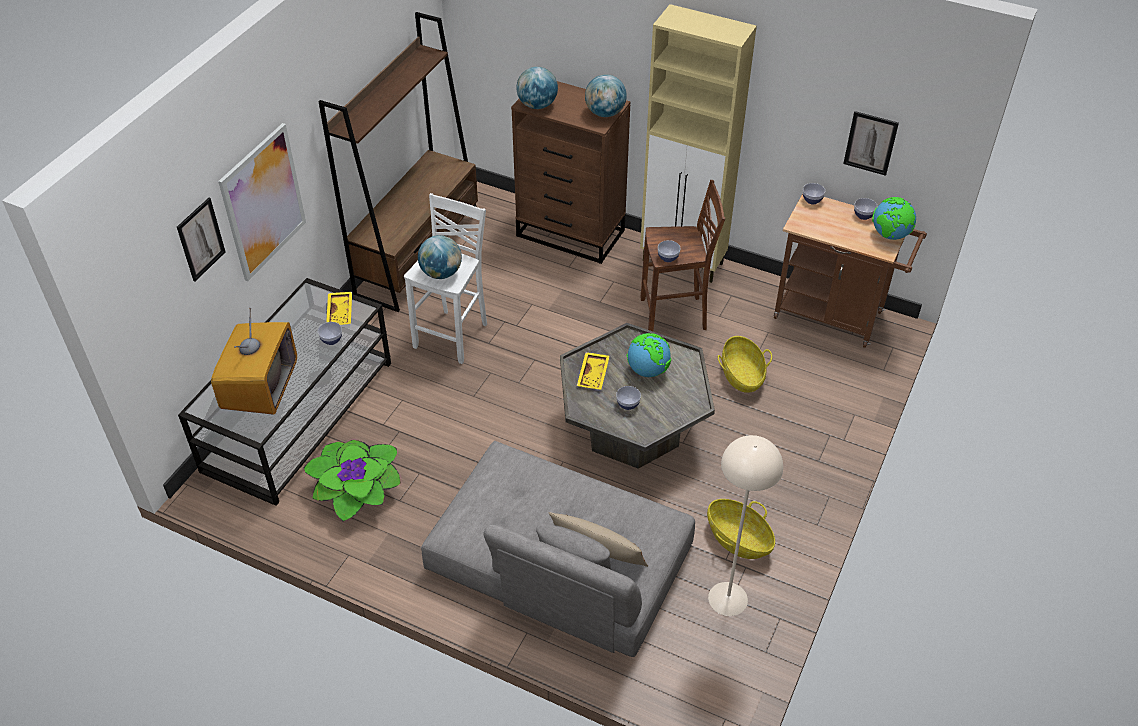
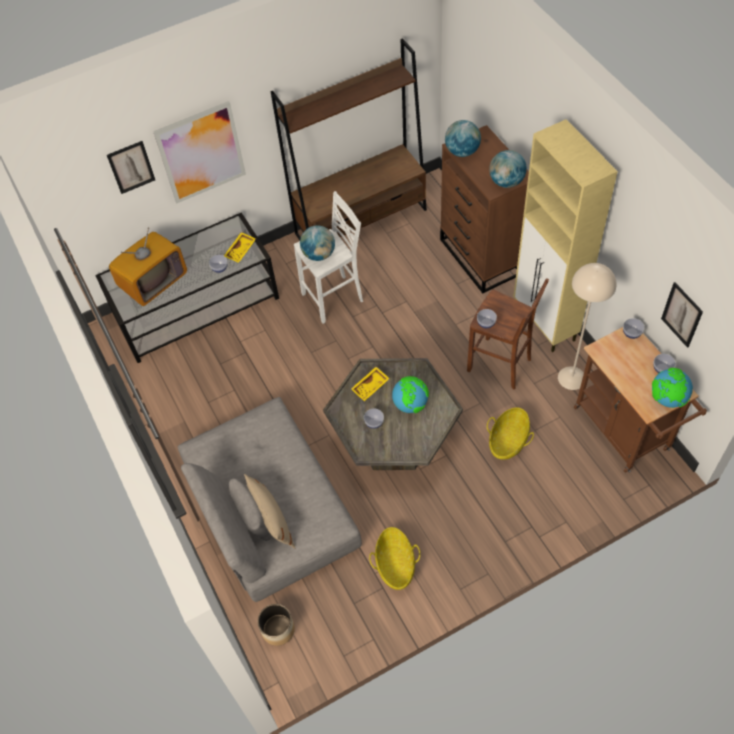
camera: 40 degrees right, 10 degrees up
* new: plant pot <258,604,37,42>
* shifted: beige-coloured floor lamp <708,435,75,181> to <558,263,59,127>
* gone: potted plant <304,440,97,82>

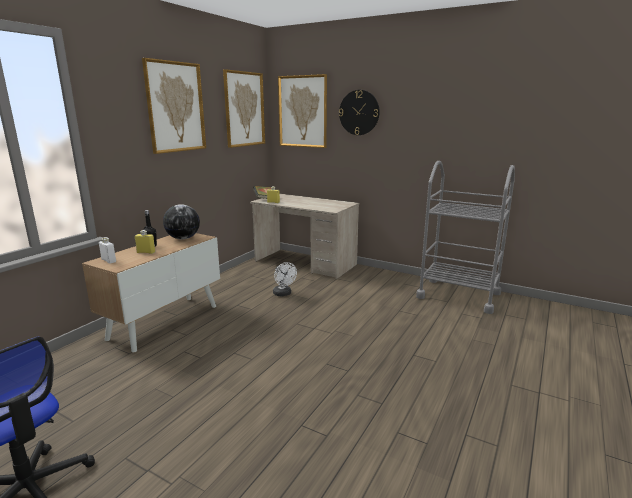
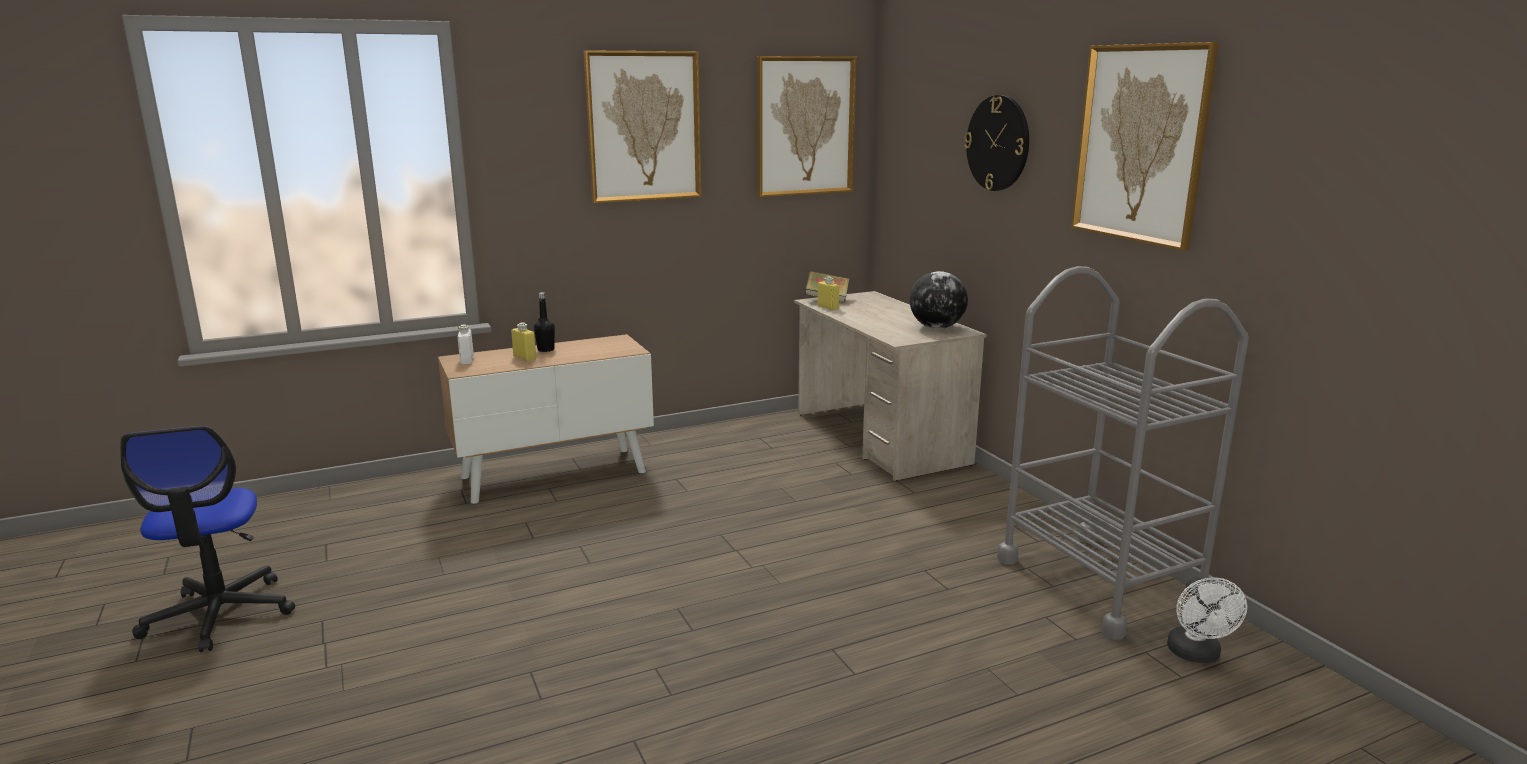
camera: 35 degrees right, 0 degrees up
* shifted: desk globe <163,204,37,35> to <910,271,58,58>
* shifted: wall picture <278,74,49,74> to <1071,42,148,208>
* shifted: white cooling fan <273,262,24,34> to <1167,577,80,86>

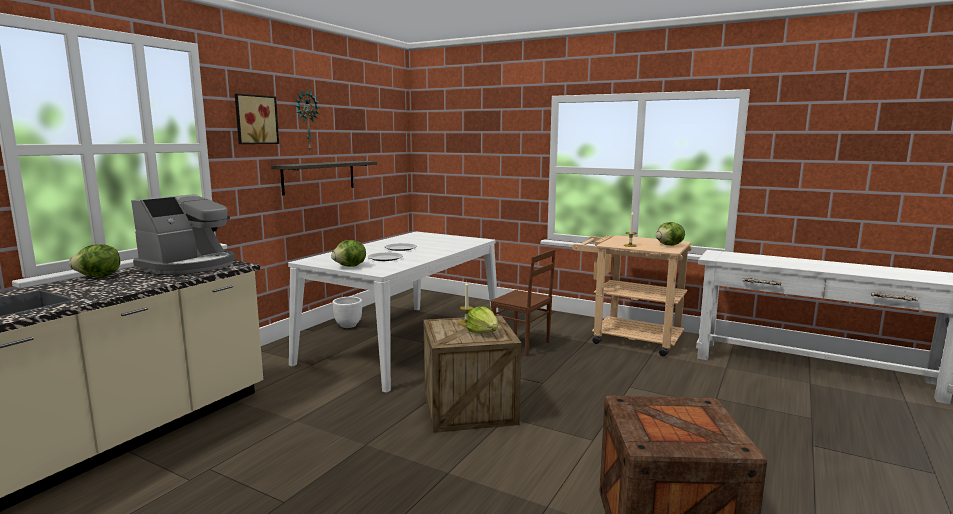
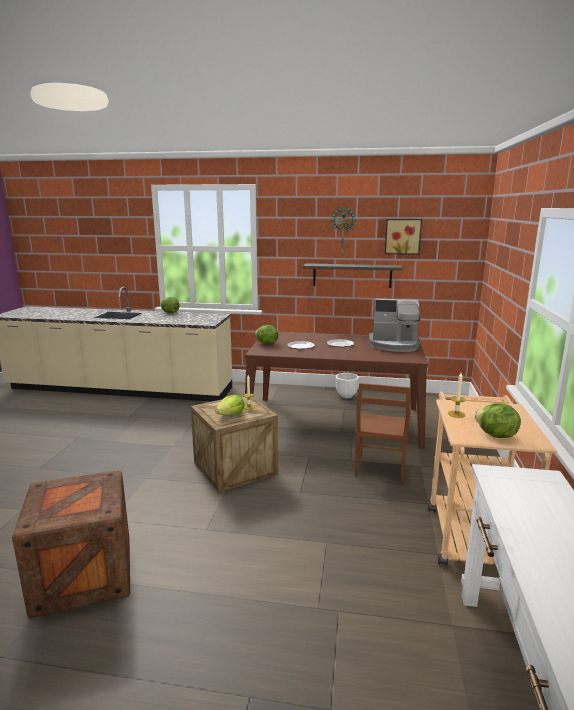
camera: 70 degrees right, 5 degrees up
* repainted: white kitchen table <288,232,211,160> to brown kitchen table <245,332,183,117>
* shifted: coffee maker <131,194,104,81> to <369,299,51,53>
* shifted: wall picture <235,94,44,50> to <385,219,37,36>

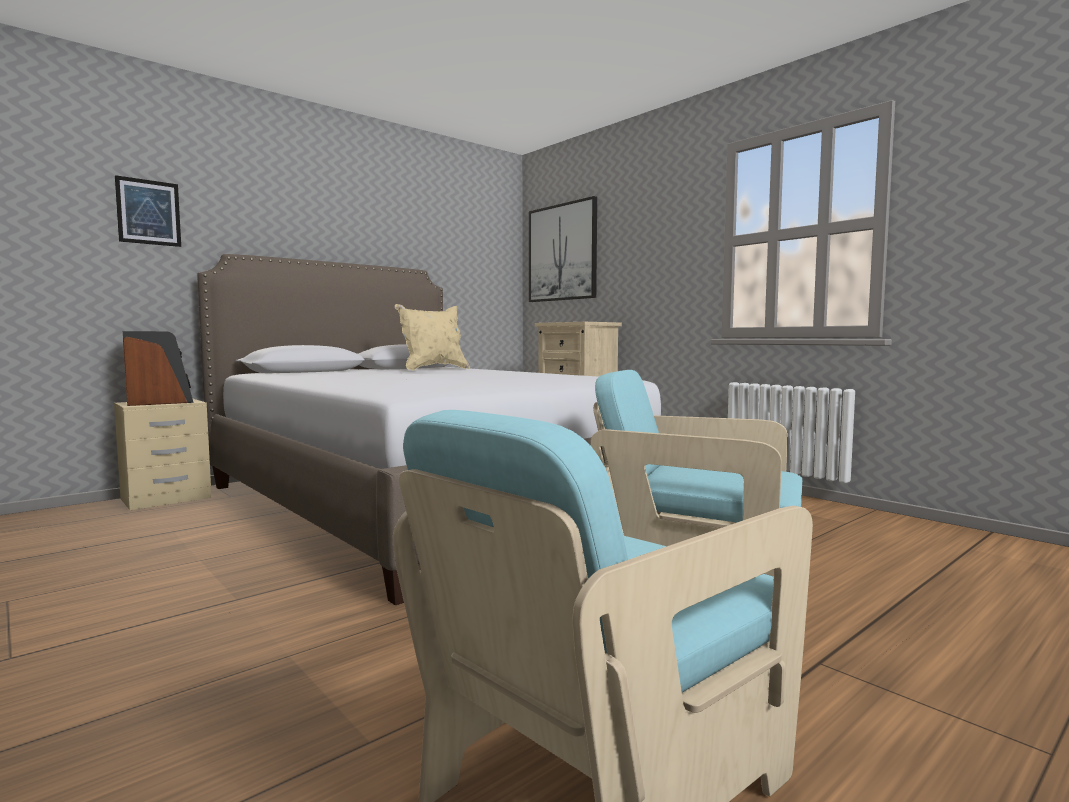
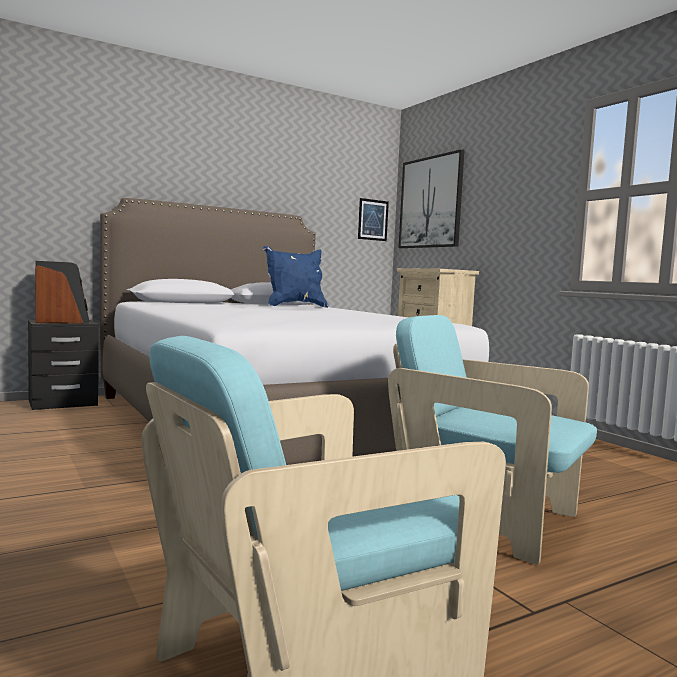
camera: 10 degrees right, 0 degrees up
* repainted: beige-coloured night table <114,398,97,112> to blackish night table <28,320,71,90>
* repainted: beige-coloured cushion <395,304,75,66> to bluish cushion <263,246,65,62>
* shifted: wall picture <115,175,66,72> to <358,198,31,43>

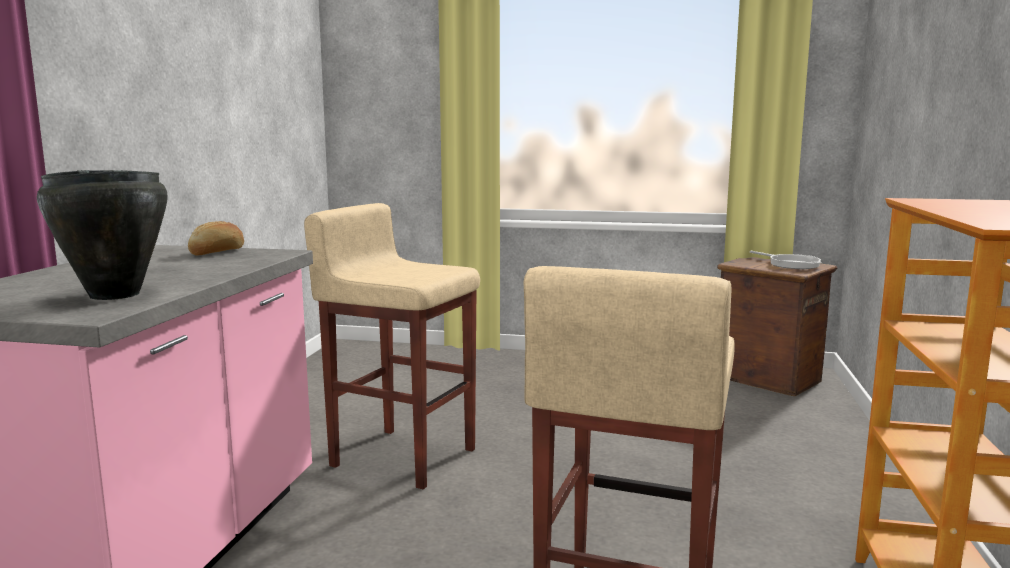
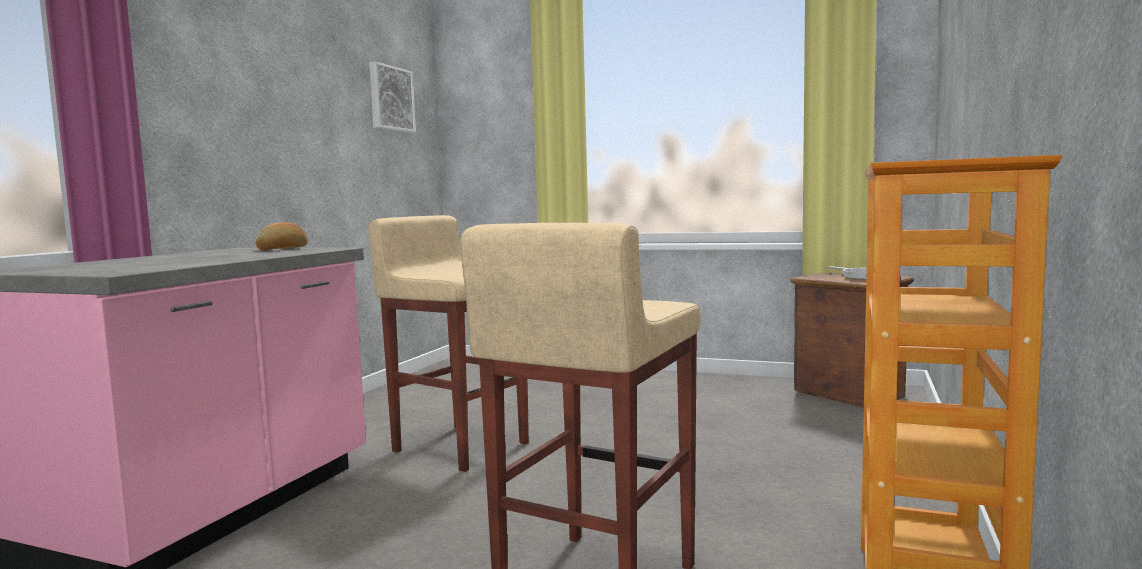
camera: 10 degrees right, 5 degrees down
* new: wall picture <369,62,47,71>
* gone: blackish stockpot <37,170,131,130>

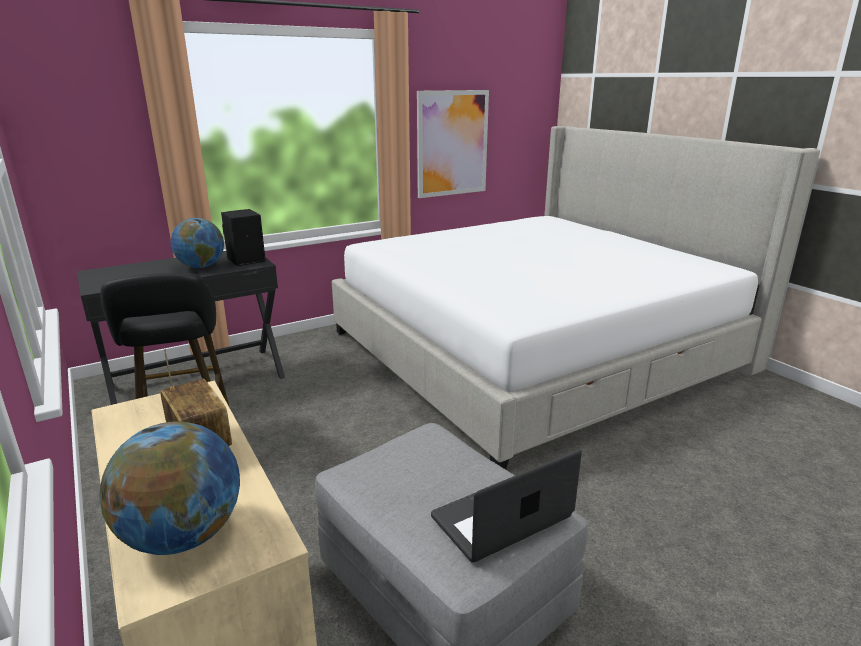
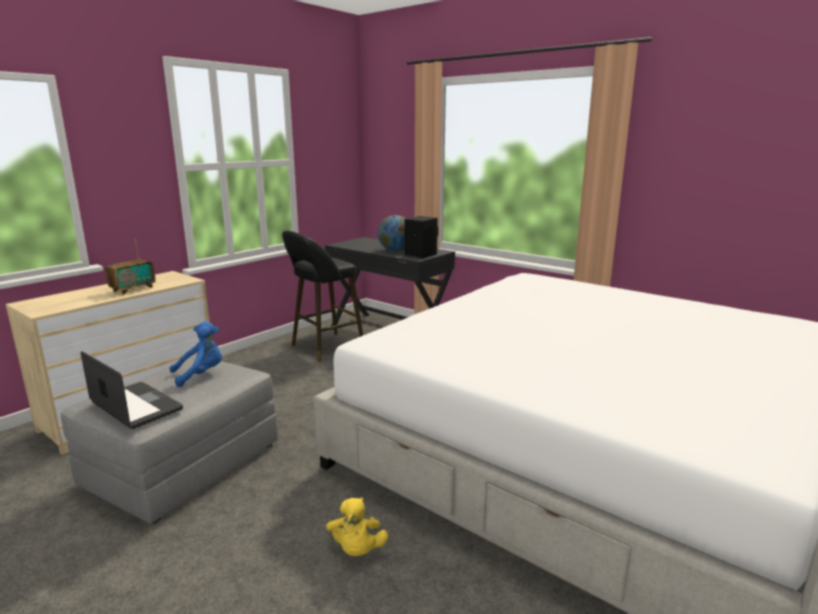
camera: 70 degrees right, 5 degrees down
* new: bluish cuddly toy <169,321,53,66>
* new: yellow cuddly toy <326,497,62,59>
* gone: desk globe <99,421,141,134>
* gone: wall picture <417,90,72,108>

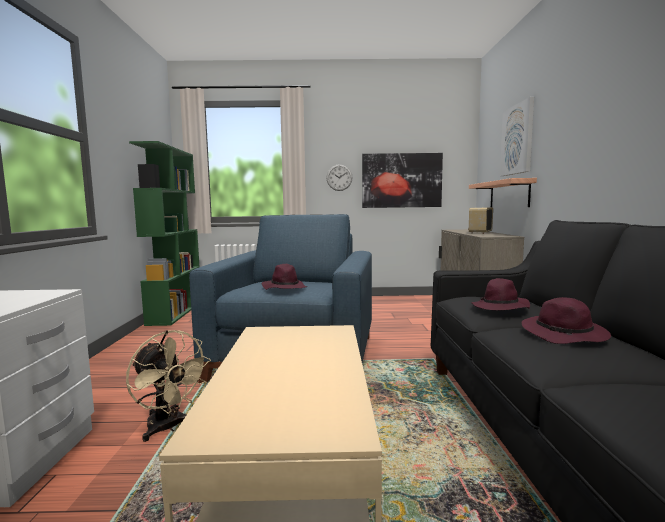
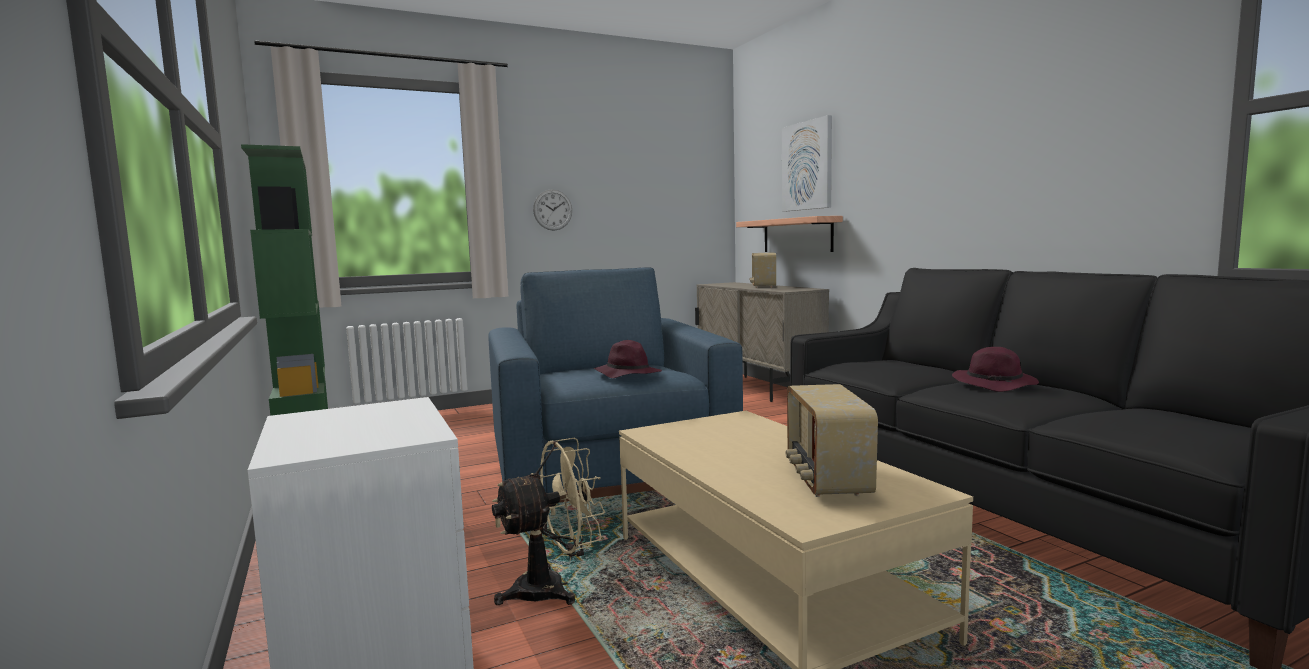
camera: 25 degrees left, 0 degrees up
* rotated: beige-coloured cooling fan <126,330,85,112> = <492,438,113,167> 45 degrees counterclockwise
* new: radio set <786,384,92,113>
* gone: wall picture <362,153,81,55>
* gone: purple hat <471,278,59,32>

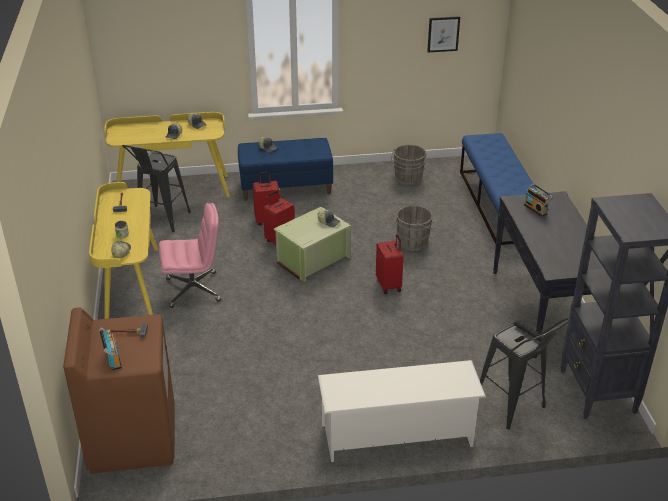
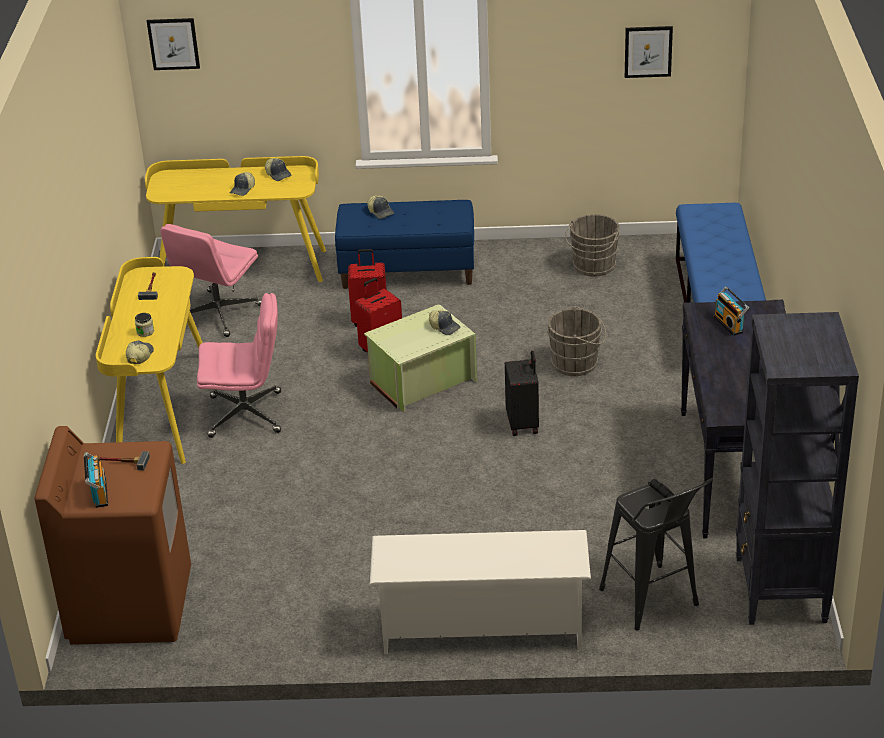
camera: 10 degrees right, 0 degrees up
* new: wall picture <147,18,53,52>
* swapped: blackish stool seat <122,145,69,87> to pinkish desk chair <161,224,101,113>
* repainted: red piece of luggage <376,234,28,60> to blackish piece of luggage <505,350,34,86>

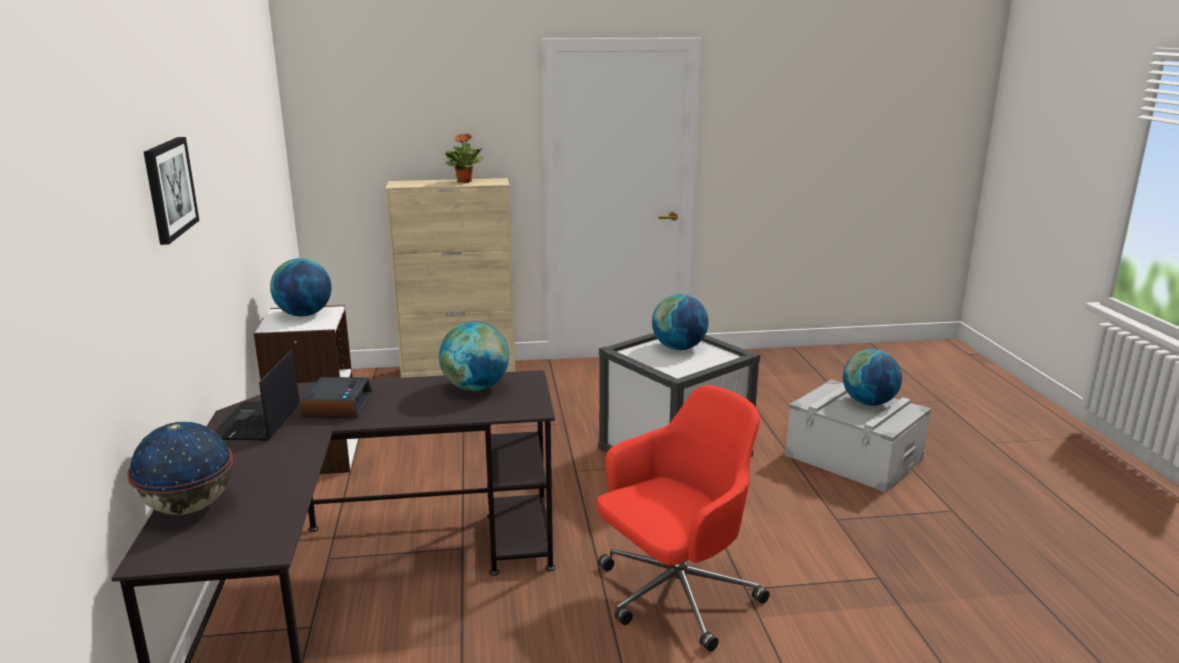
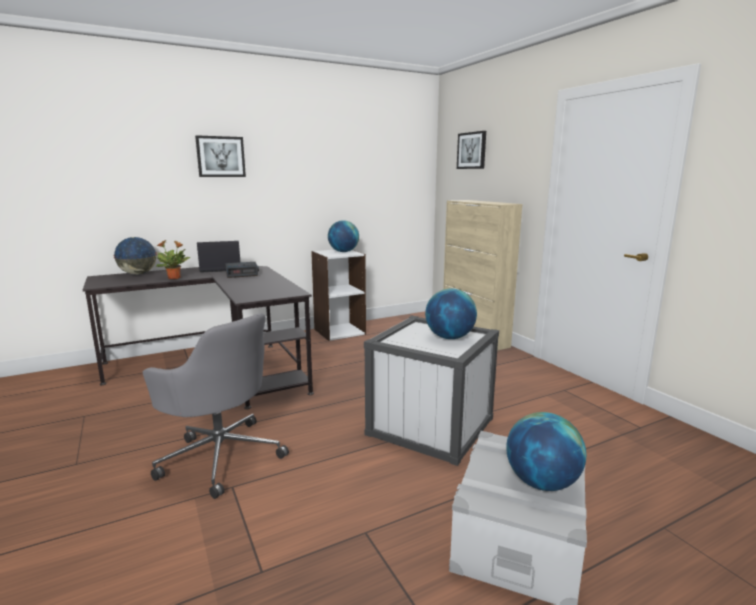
camera: 70 degrees right, 5 degrees down
* repainted: red desk chair <597,385,173,267> to gray desk chair <143,313,146,186>
* shifted: potted plant <445,133,39,50> to <154,240,36,39>
* new: wall picture <457,131,29,38>
* gone: desk globe <439,321,70,70>

